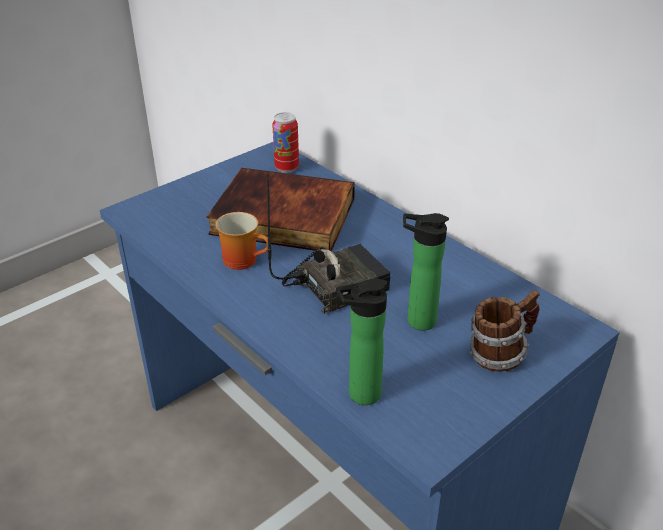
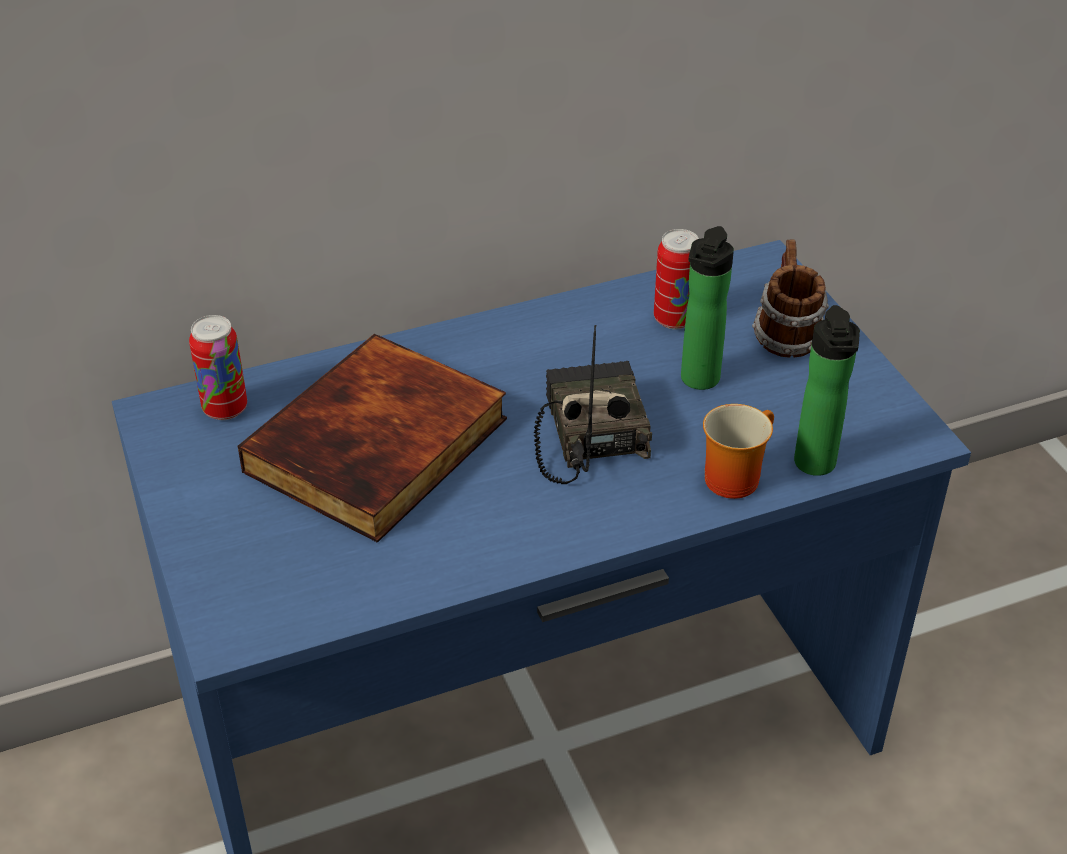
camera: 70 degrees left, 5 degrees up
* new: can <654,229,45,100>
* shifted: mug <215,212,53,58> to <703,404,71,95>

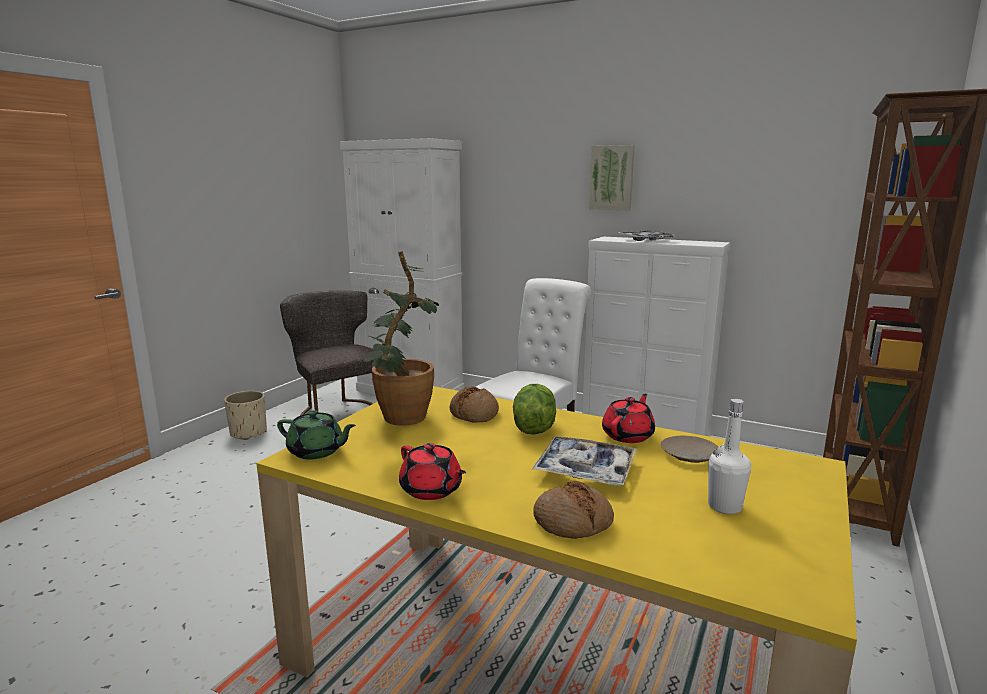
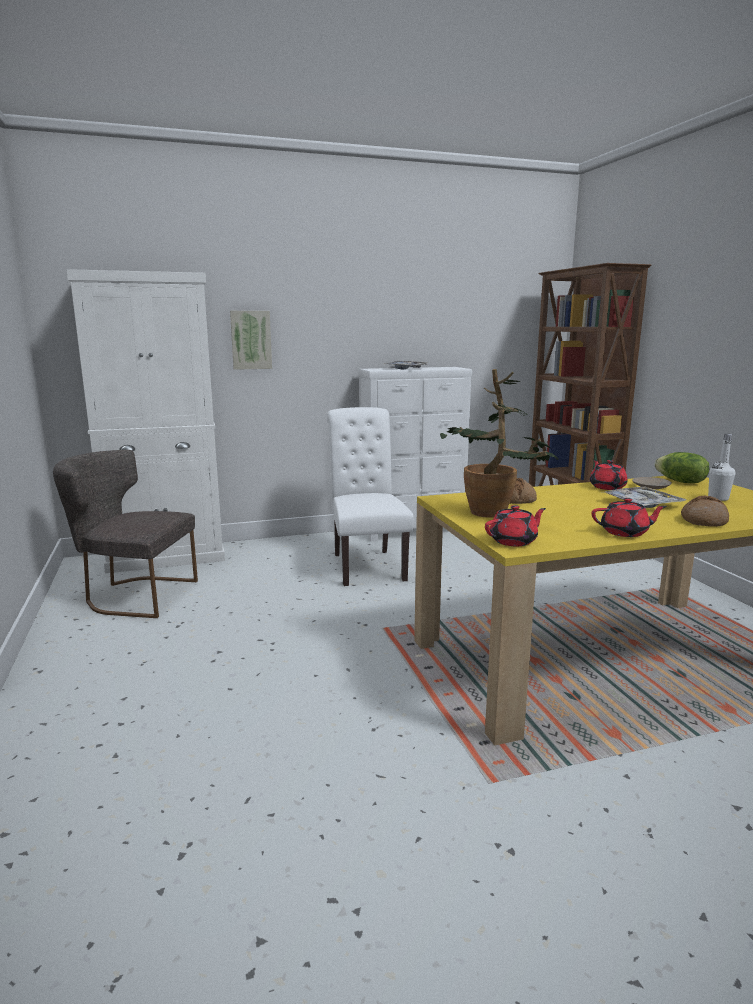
camera: 45 degrees left, 0 degrees up
* shifted: wall picture <589,145,46,65> to <230,311,42,59>
* repainted: green teapot <277,410,79,49> to red teapot <485,505,61,41>
* shifted: head of lettuce <513,384,43,51> to <655,452,54,31>
* gone: beige-coloured plant pot <224,391,43,49>

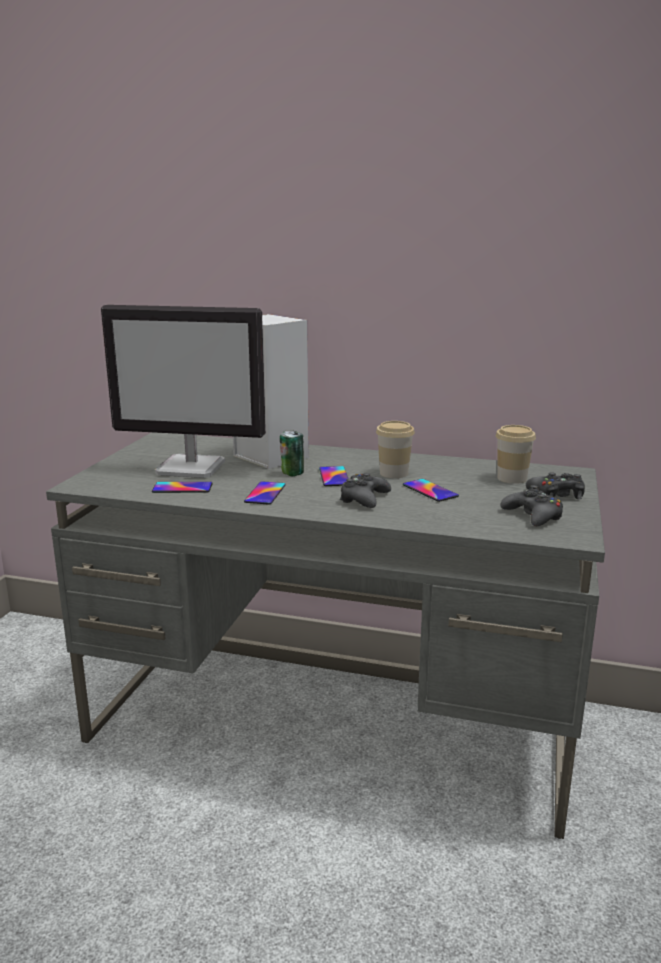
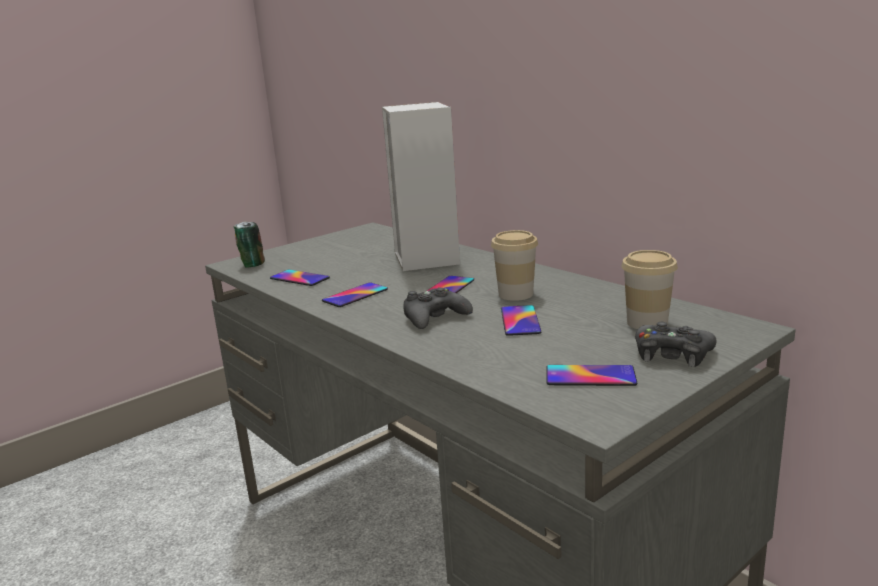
camera: 35 degrees right, 0 degrees up
* shifted: can <280,431,24,45> to <234,222,31,45>
* swapped: blackish game controller <500,485,63,41> to handset <546,365,92,21>
* gone: computer screen <101,305,165,173>

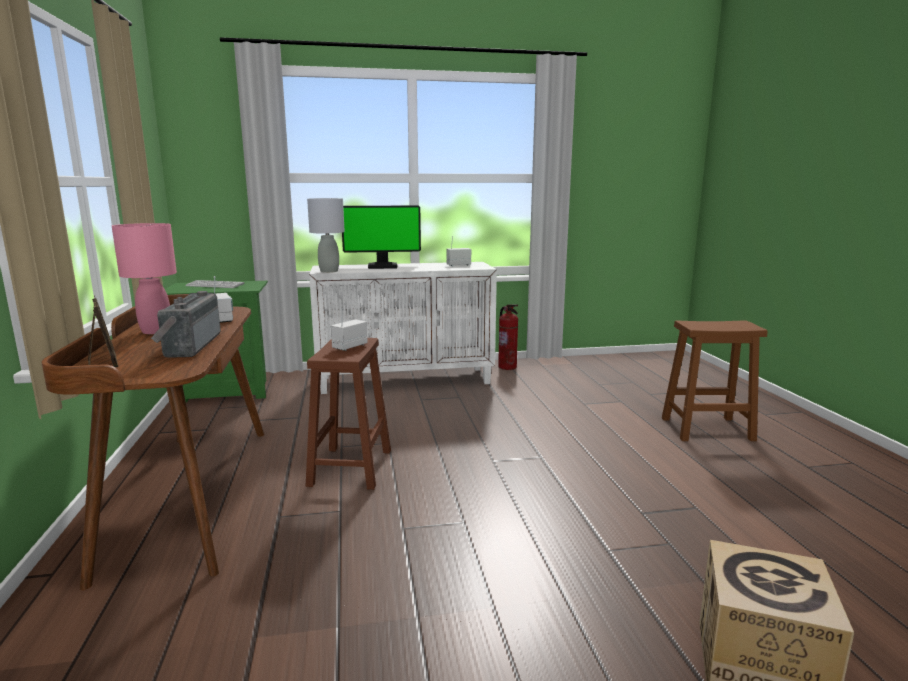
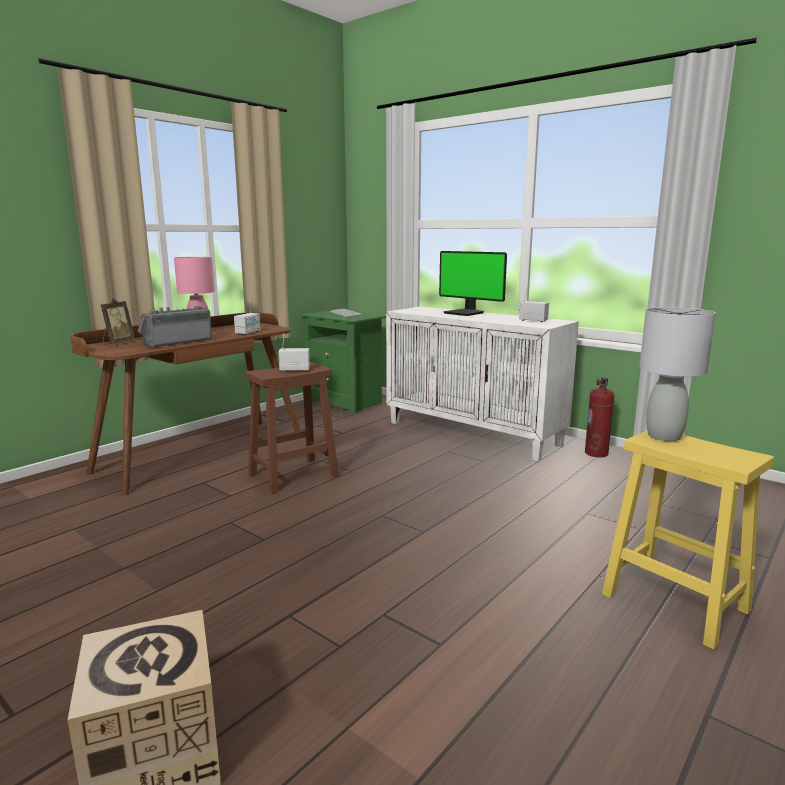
camera: 50 degrees right, 0 degrees up
* repainted: brown stool seat <662,320,106,121> to yellow stool seat <602,431,172,219>
* shifted: gray tabletop lamp <307,198,38,75> to <639,307,77,134>

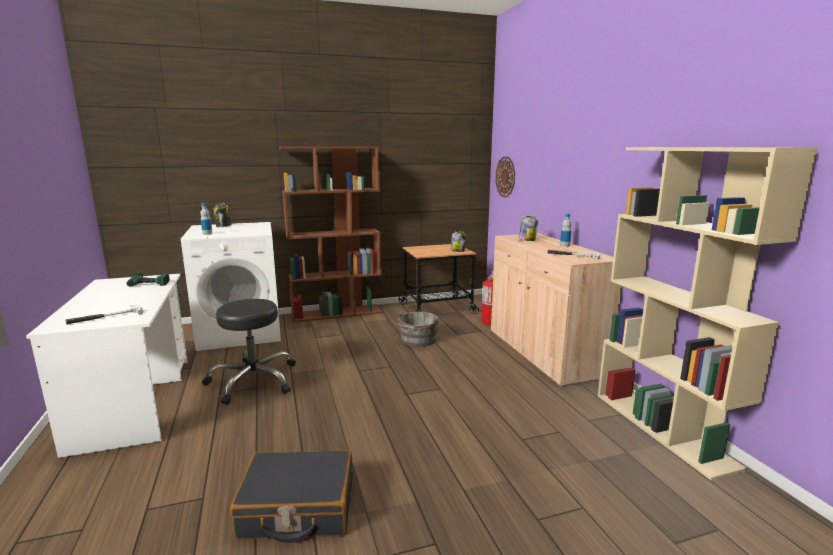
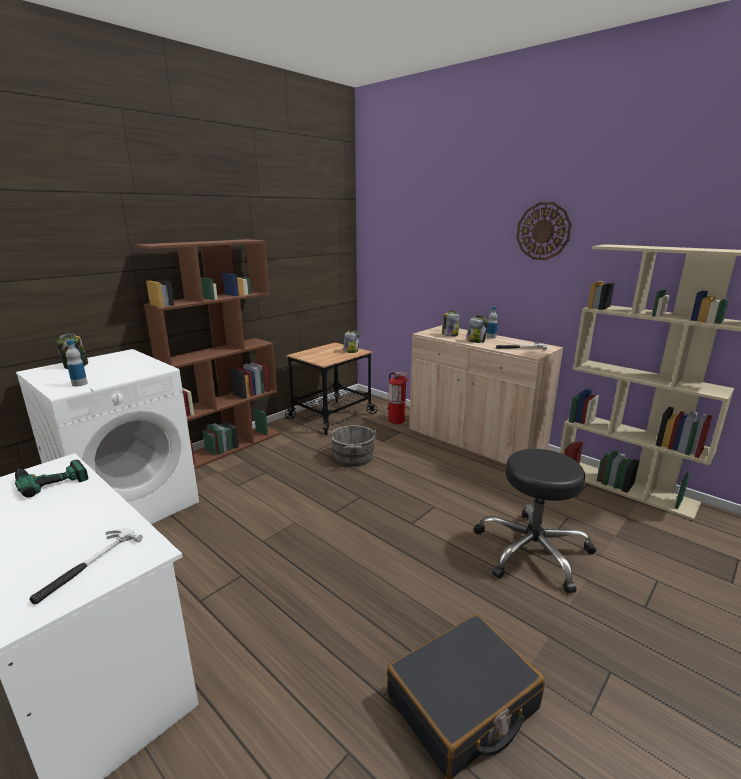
camera: 30 degrees left, 5 degrees up
* new: jar <466,315,22,28>
* shifted: blackish stool seat <202,299,94,106> to <473,449,123,145>
* shifted: hanging clock <495,157,20,41> to <516,202,56,58>

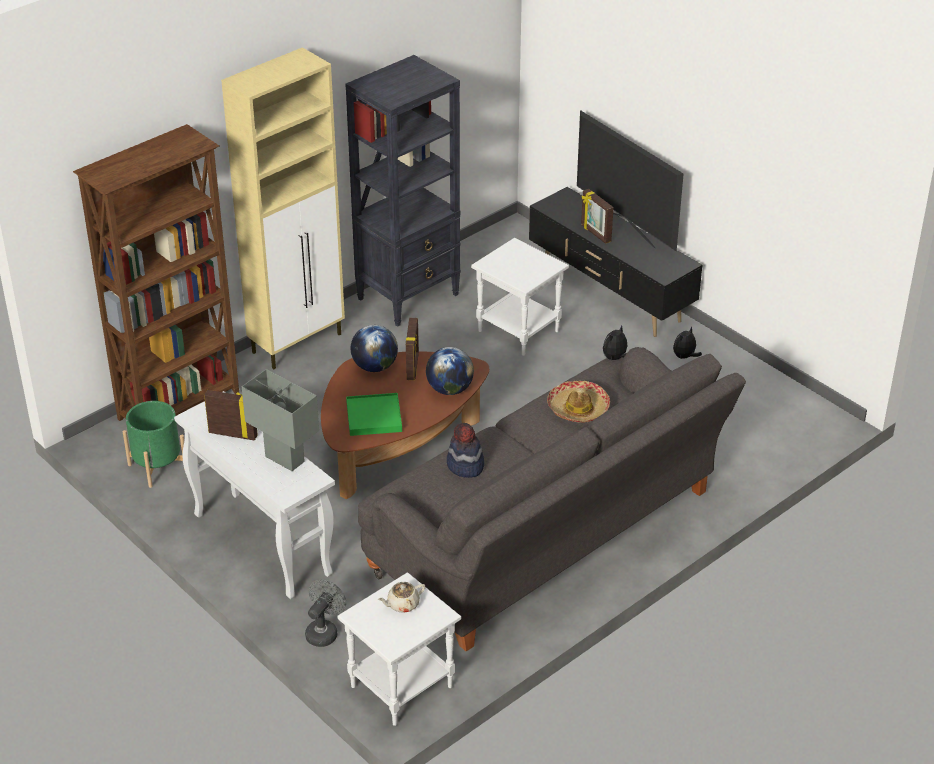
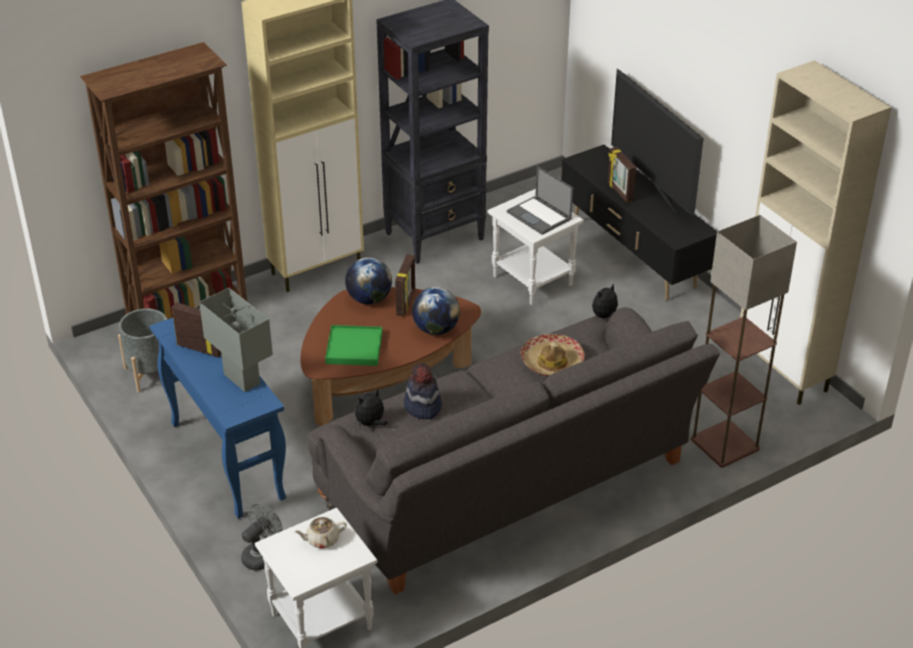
camera: 10 degrees right, 0 degrees up
* repainted: green plant pot <123,401,62,87> to gray plant pot <118,308,49,84>
* repainted: white hall table <174,391,161,208> to bluish hall table <150,308,136,210>
* shifted: cuddly toy <673,327,29,32> to <355,389,33,38>
* new: notebook computer <507,166,66,69>
* new: floor lamp <691,215,106,253>
* new: beige-coloured storage cabinet <740,60,151,345>

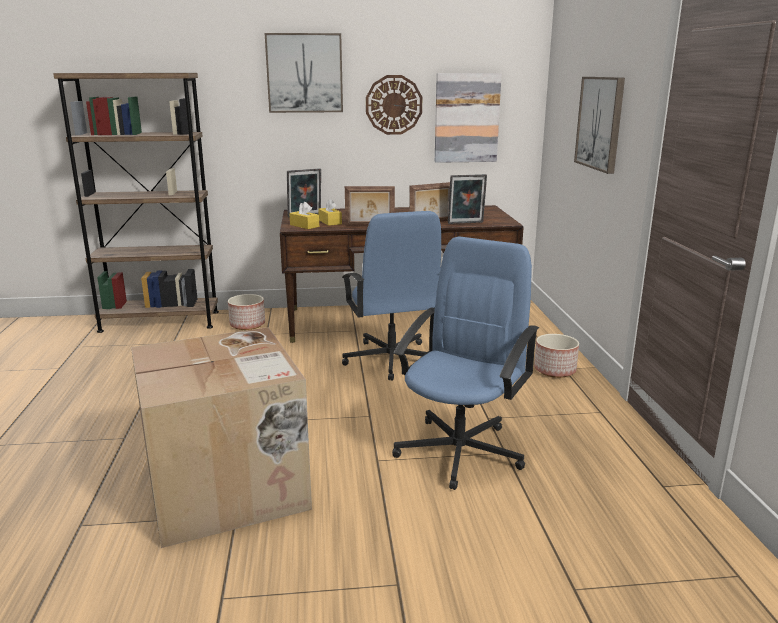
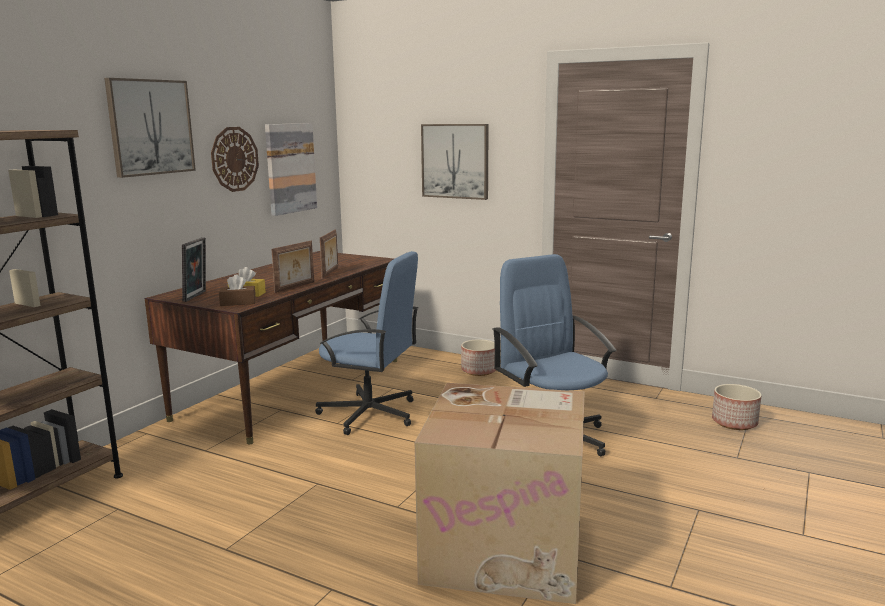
camera: 55 degrees left, 5 degrees down
* repainted: yellow box of tissues <289,202,30,27> to brown box of tissues <219,274,37,32>
* shifted: plant pot <228,294,37,36> to <712,384,50,46>
* gone: standing frame <448,174,39,50>

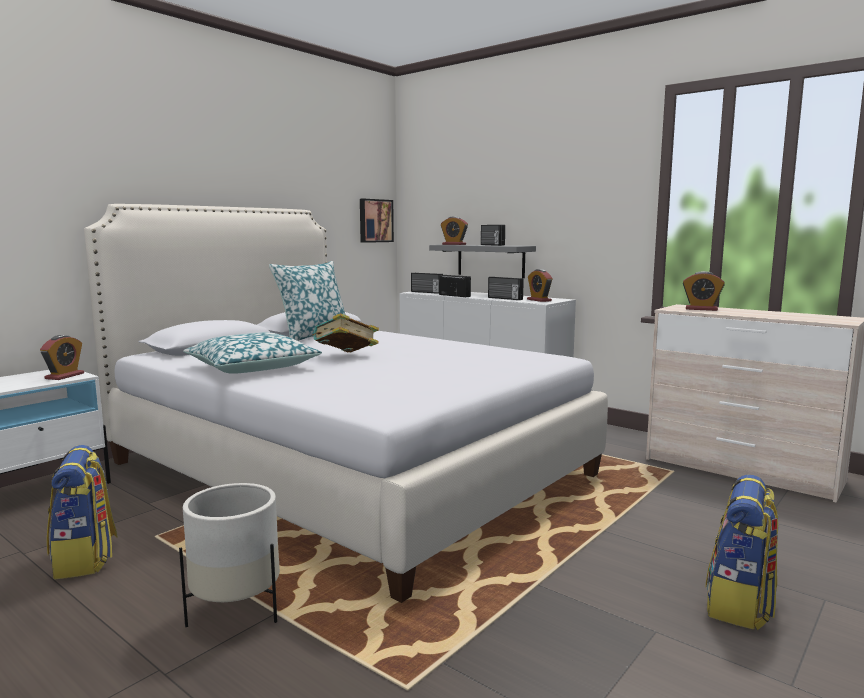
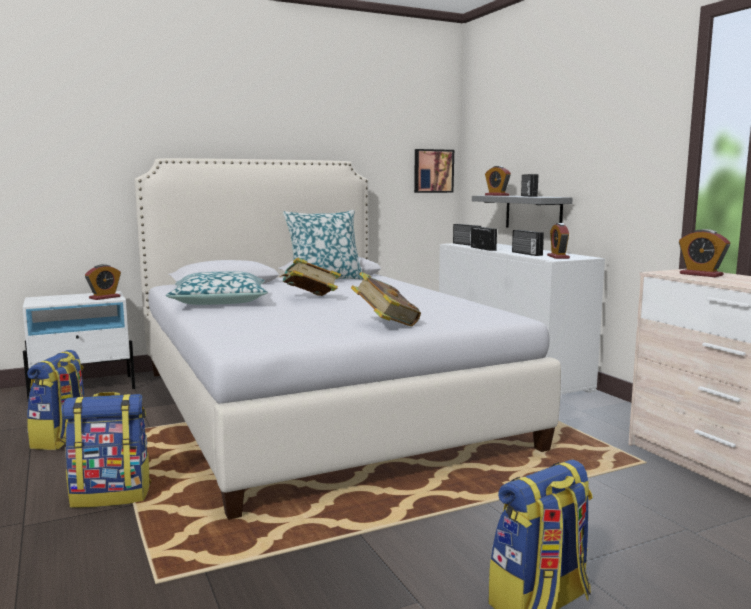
camera: 25 degrees right, 0 degrees up
* swapped: white plant pot <179,483,101,144> to backpack <62,392,89,116>
* new: volume <351,272,70,54>

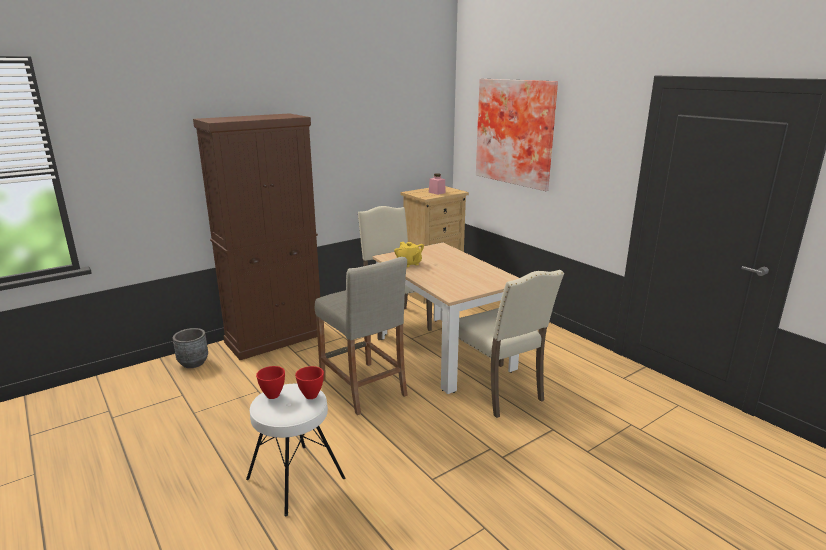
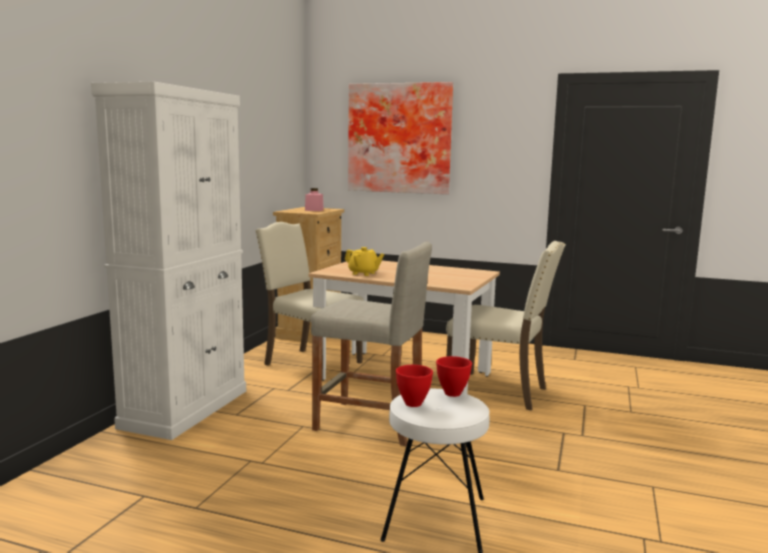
camera: 35 degrees left, 10 degrees down
* repainted: brown storage cabinet <193,114,127,246> to white storage cabinet <91,82,155,358>
* gone: gray plant pot <173,328,35,40>

